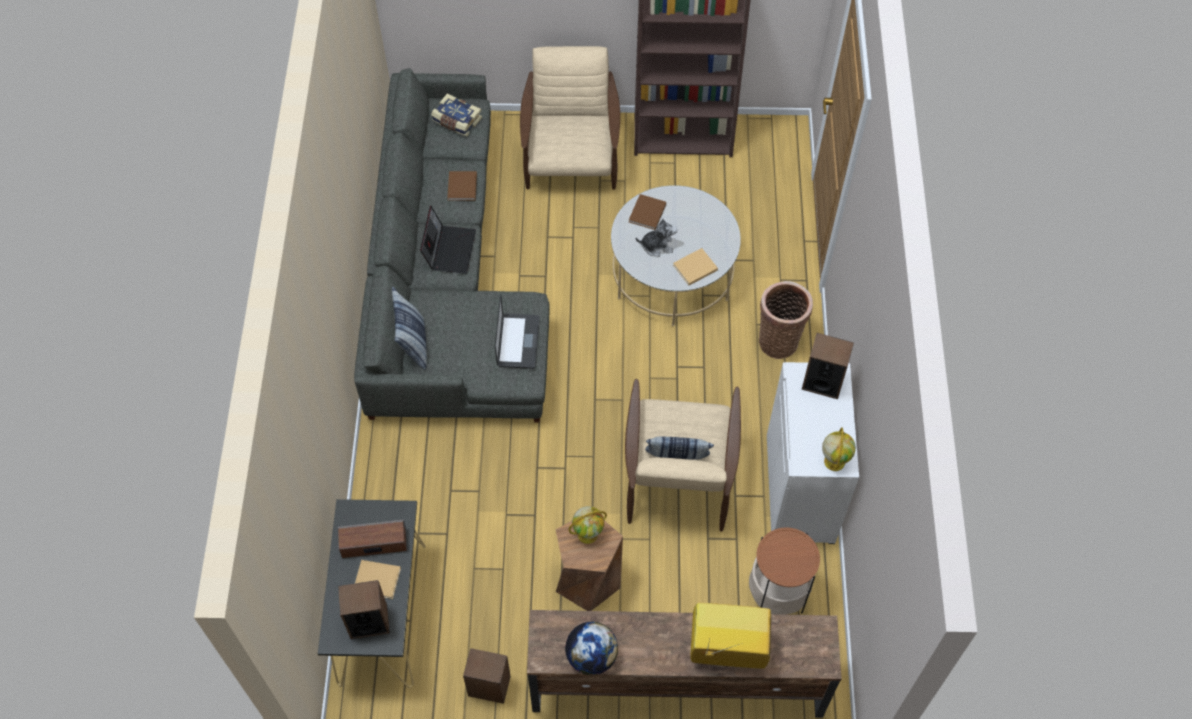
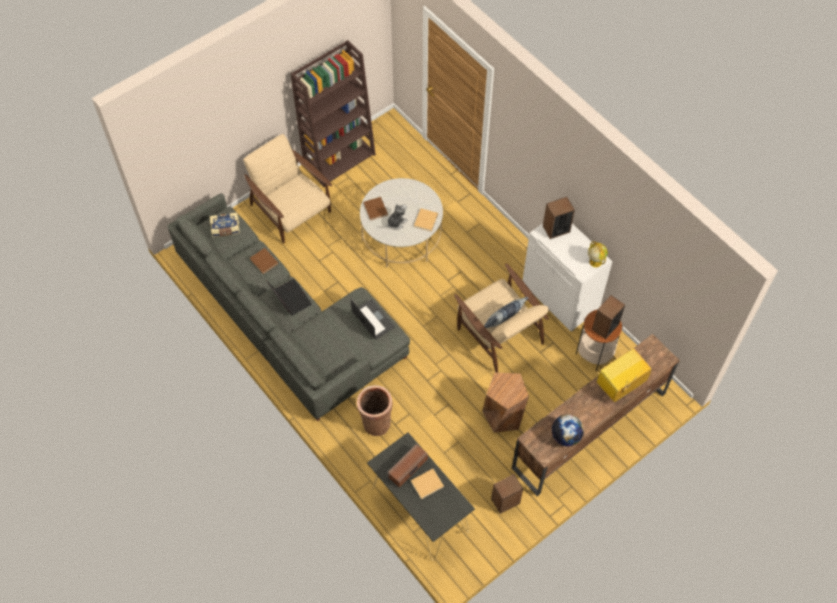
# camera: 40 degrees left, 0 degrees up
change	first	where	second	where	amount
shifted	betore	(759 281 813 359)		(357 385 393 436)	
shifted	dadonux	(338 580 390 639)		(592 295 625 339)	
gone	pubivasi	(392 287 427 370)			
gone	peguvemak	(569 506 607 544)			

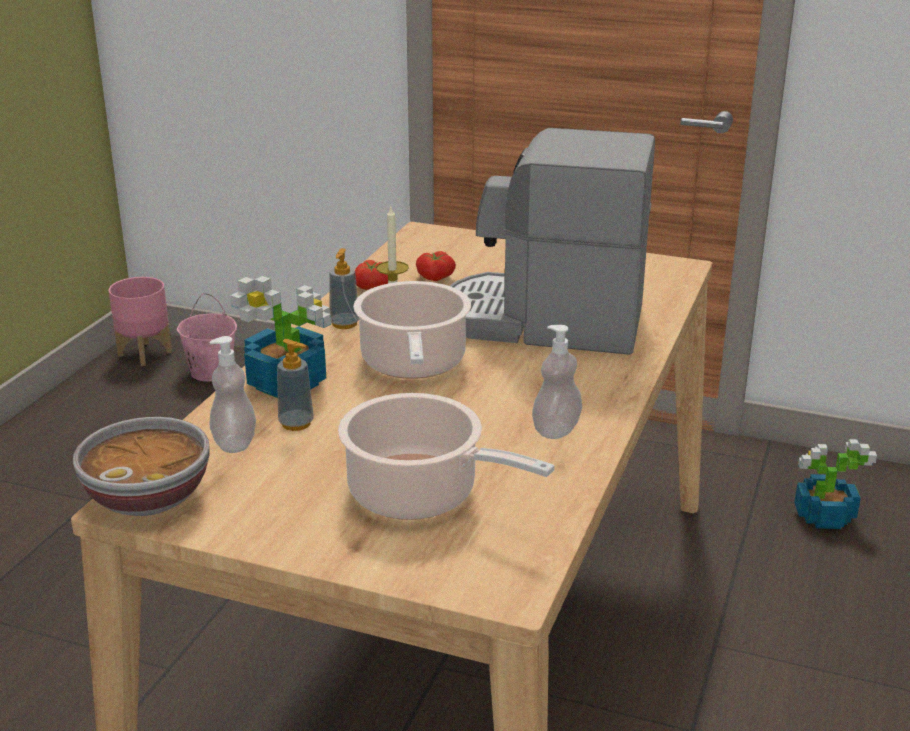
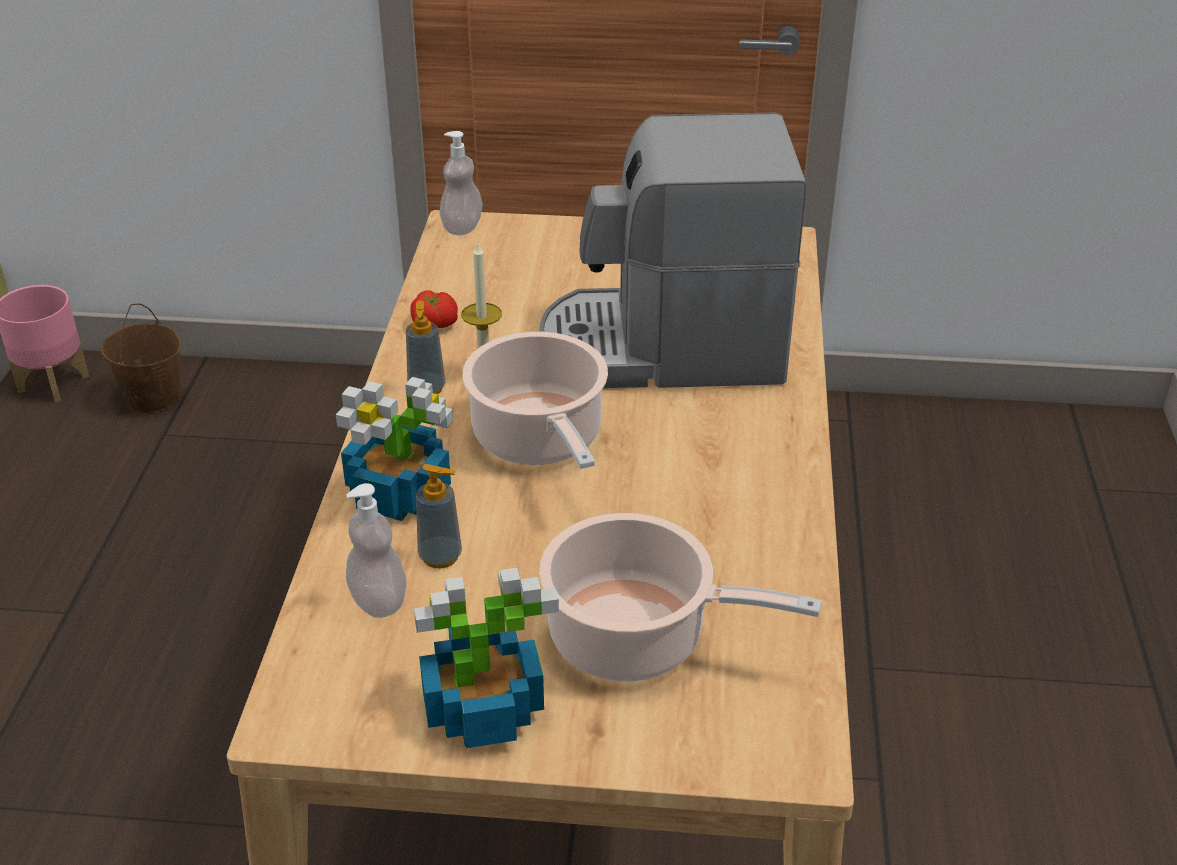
# camera: 15 degrees left, 10 degrees up
change	first	where	second	where	amount
repainted	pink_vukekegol	(177 293 237 382)	brown_vukekegol	(101 303 181 413)	
shifted	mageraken	(794 439 877 529)		(414 568 559 748)	
shifted	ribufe	(532 325 582 439)		(439 131 483 235)	
gone	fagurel	(73 417 209 516)			
gone	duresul	(416 251 456 281)			

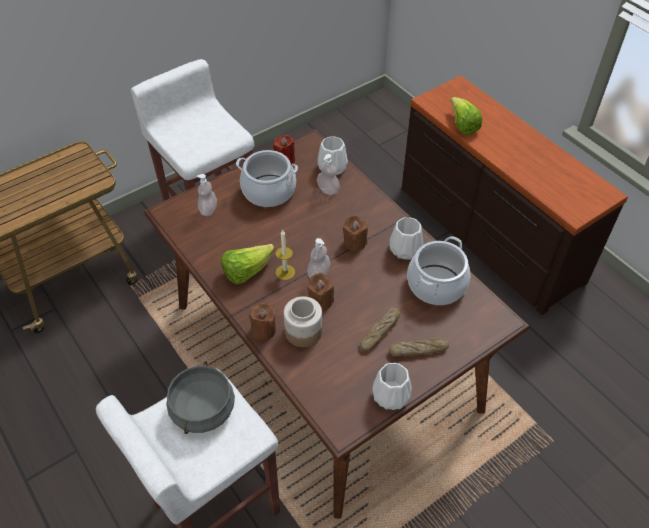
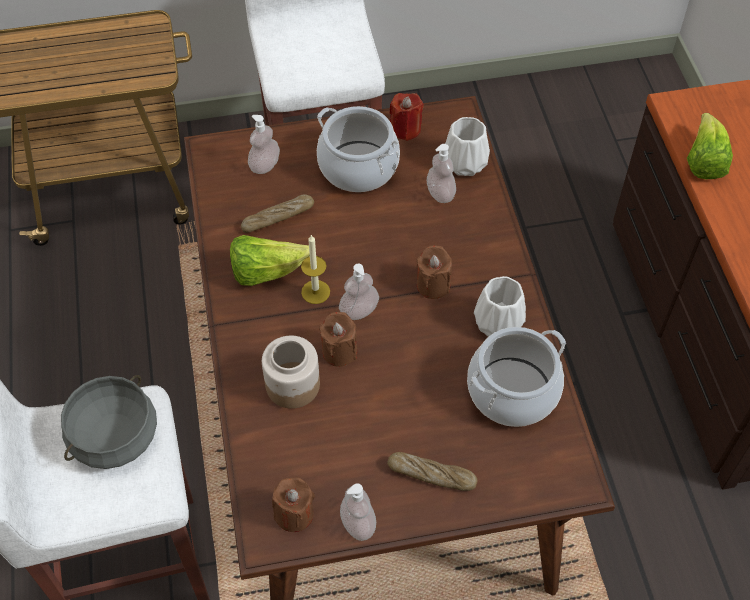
# camera: 25 degrees right, 5 degrees up
change	first	where	second	where	amount
shifted	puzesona	(360 308 400 352)		(241 194 314 233)	
shifted	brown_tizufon	(249 303 276 341)		(272 477 315 532)	
swapped	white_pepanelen	(372 363 412 410)	ribufe	(340 483 376 541)	

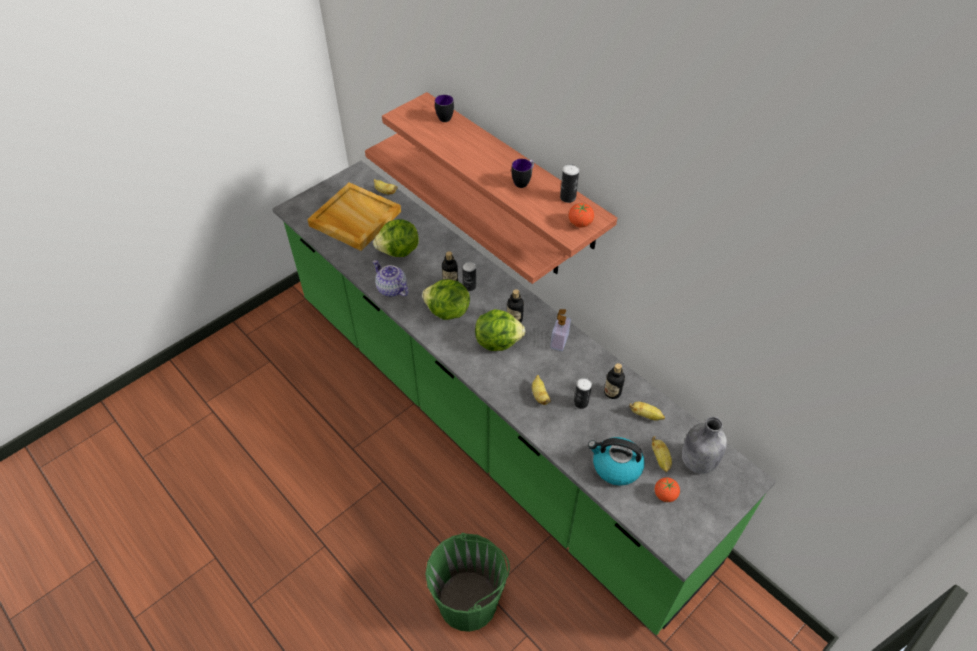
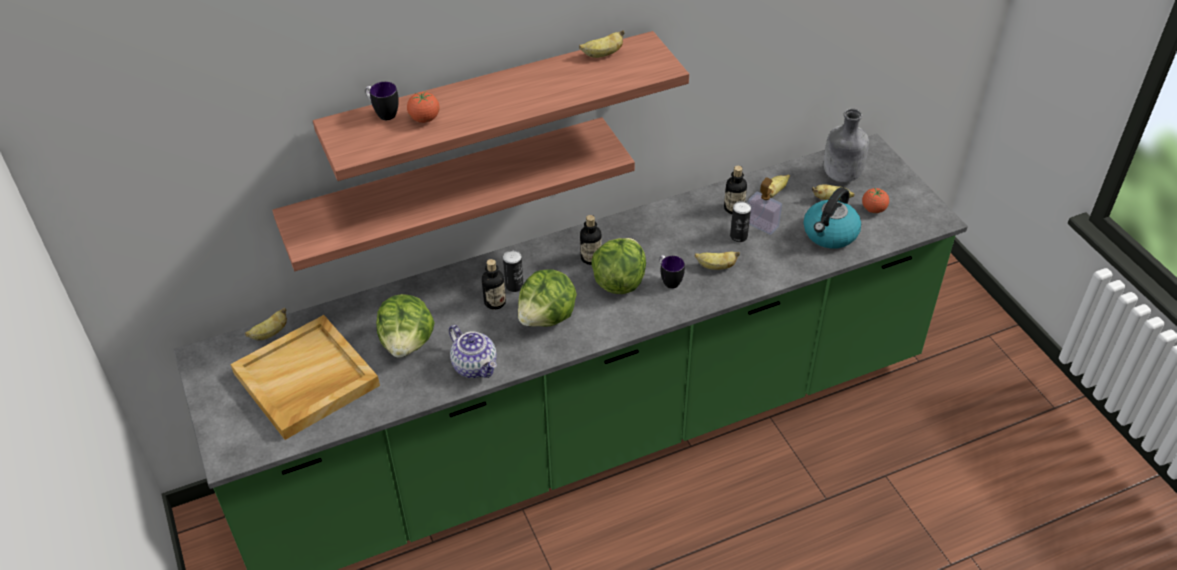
# camera: 70 degrees left, 5 degrees down
change	first	where	second	where	amount
shifted	duresul	(569 203 594 228)		(407 91 439 123)	
rotated	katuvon	(373 260 409 297)		(449 325 497 378)	105 degrees counterclockwise
swapped	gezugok	(560 164 579 203)	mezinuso	(579 30 624 58)	
shifted	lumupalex	(511 159 534 188)		(659 255 685 289)	
shifted	ribufe	(550 309 571 351)		(748 177 782 235)	
gone	green_vukekegol	(425 533 510 632)			

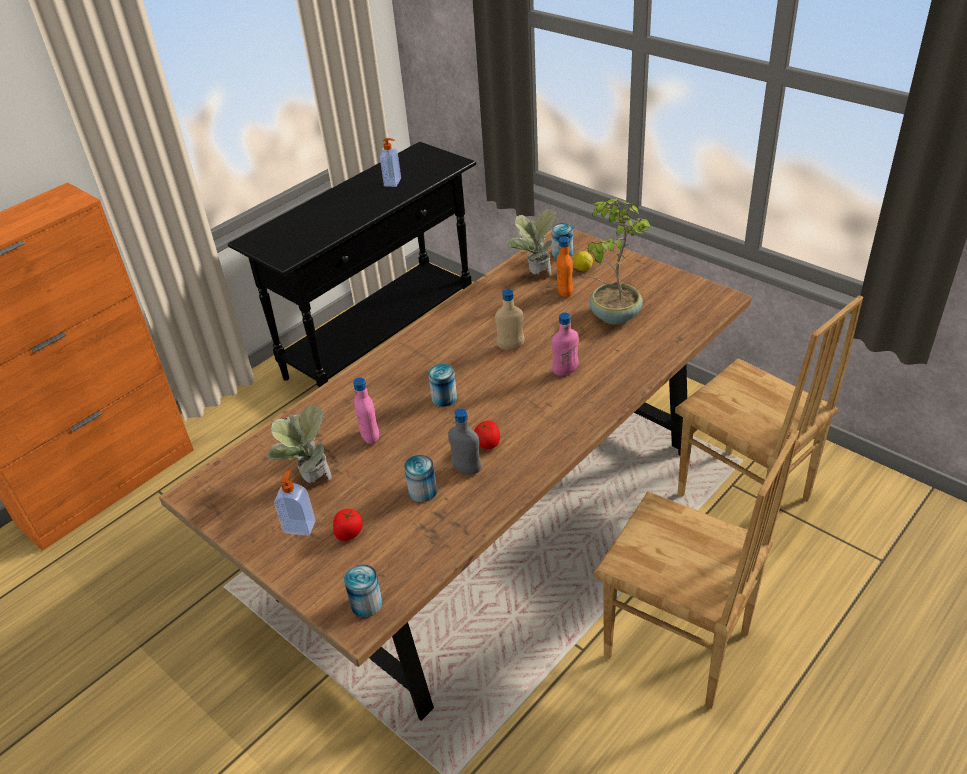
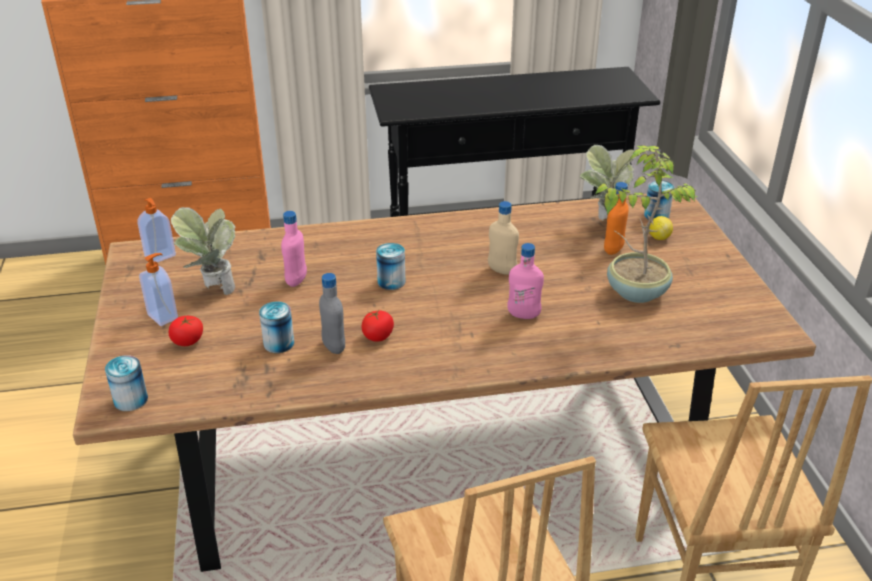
# camera: 35 degrees right, 5 degrees down
change	first	where	second	where	amount
shifted	ribufe	(380 138 401 187)		(137 198 176 262)	

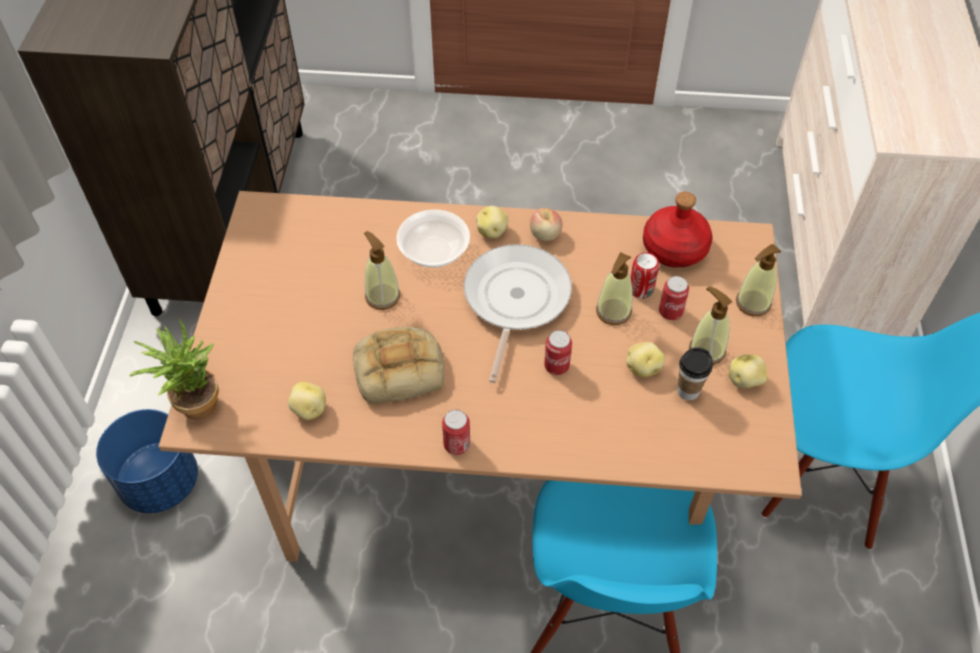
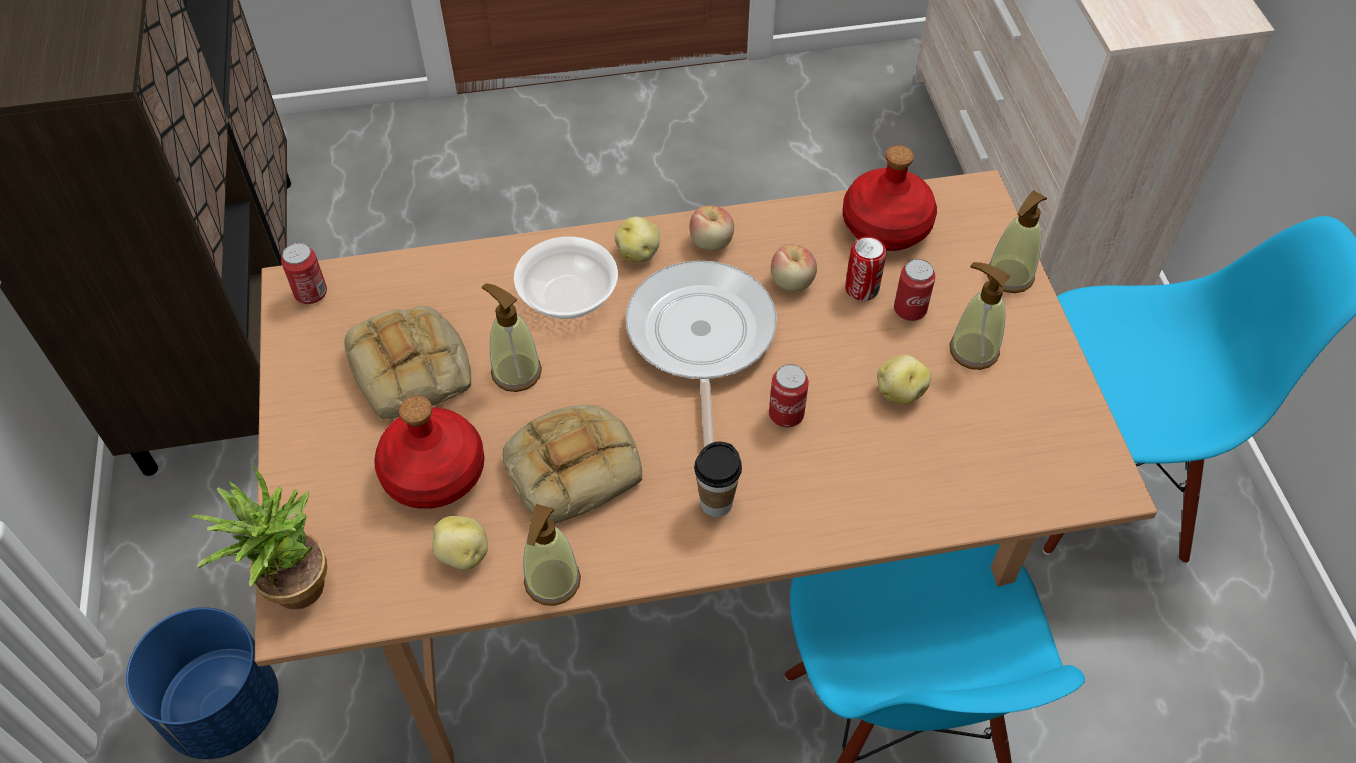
# camera: 15 degrees left, 0 degrees up
change	first	where	second	where	amount
shifted	gezugok	(442 410 470 455)		(281 243 327 304)	
new			puzesona	(345 306 471 419)	
new			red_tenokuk	(374 396 485 509)	
shifted	ribufe	(596 252 633 325)		(523 504 581 606)	
shifted	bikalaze	(677 347 713 400)		(694 441 742 517)	
new			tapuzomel	(771 244 817 291)	
gone	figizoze	(729 354 767 388)			

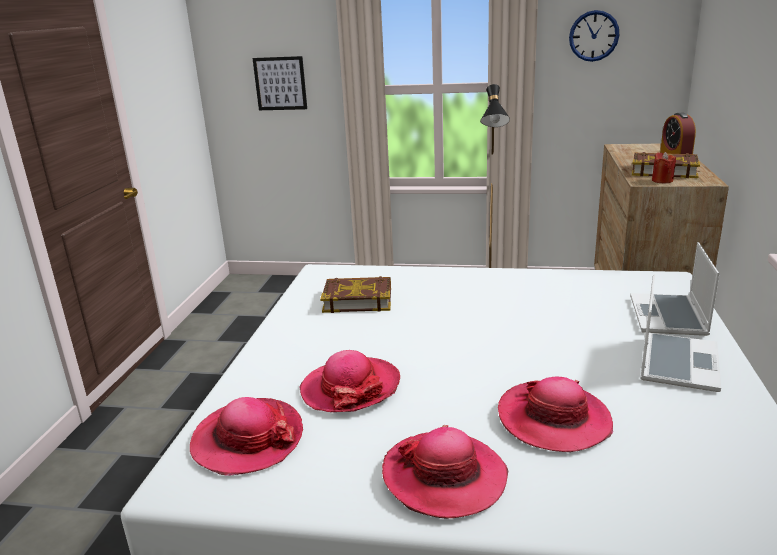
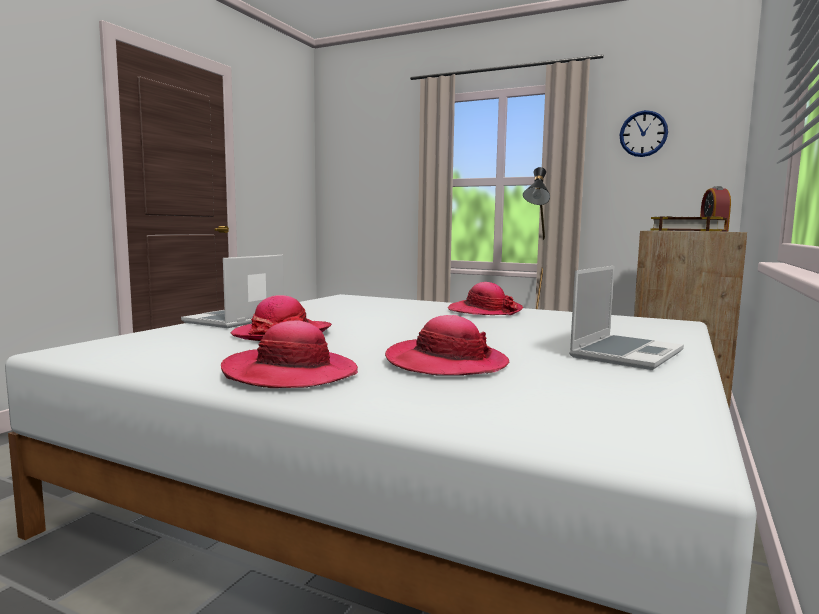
# camera: 15 degrees right, 15 degrees down
change	first	where	second	where	amount
shifted	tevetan	(630 242 719 336)		(181 255 284 328)	
shifted	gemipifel	(190 397 303 476)		(448 282 523 315)	
gone	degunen	(252 56 307 110)			
gone	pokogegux	(320 276 391 313)			
gone	red_tizufon	(652 152 676 183)			

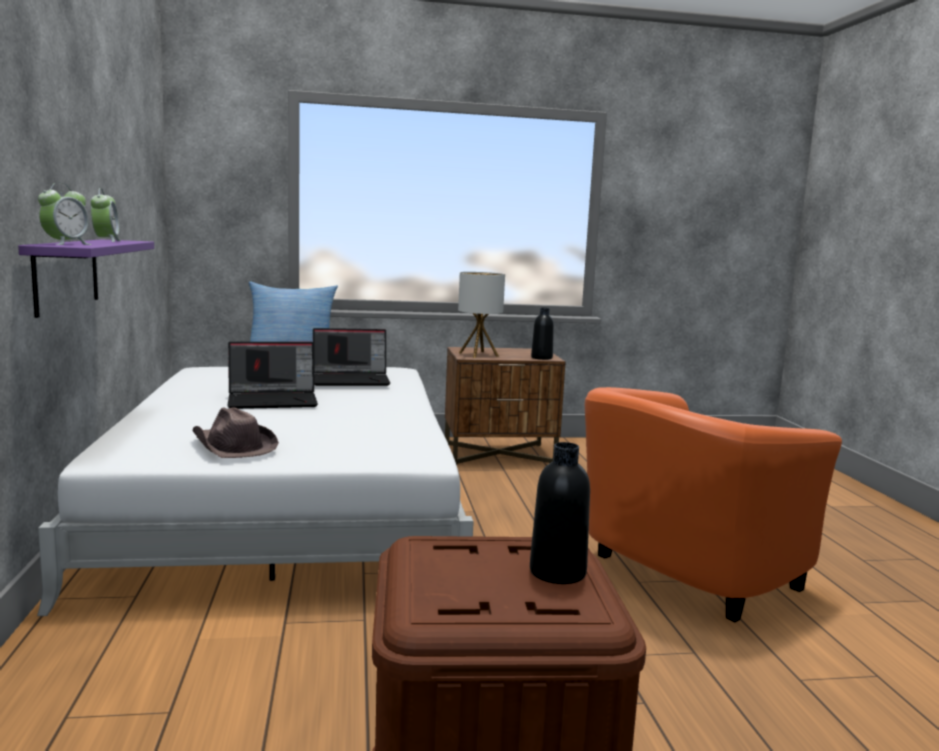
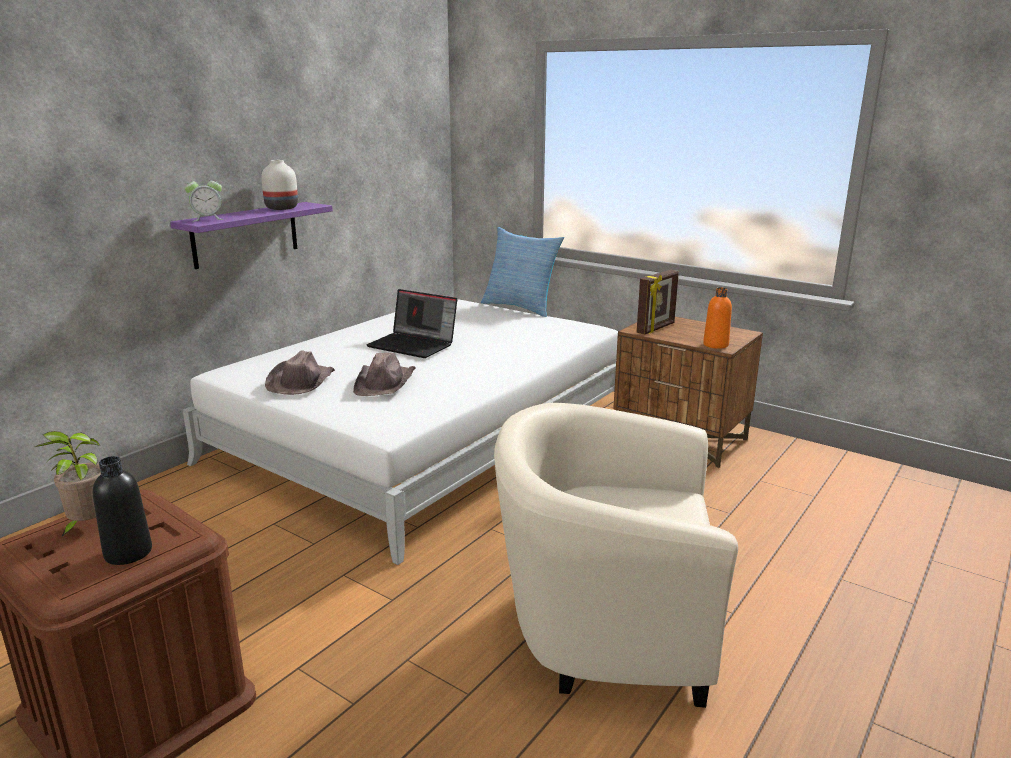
# camera: 45 degrees right, 10 degrees up
change	first	where	second	where	amount
new			mageraken	(35 431 101 537)	
swapped	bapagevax	(91 188 120 242)	white_pepanelen	(261 160 298 210)	
new			brown_gemipifel	(353 353 416 396)	
repainted	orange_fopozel	(585 387 842 623)	beige_fopozel	(494 403 738 708)	
swapped	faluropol	(458 272 505 358)	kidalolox	(637 269 679 335)	
repainted	black_tenokuk	(531 308 554 360)	orange_tenokuk	(703 288 732 349)	
gone	tevetan	(313 328 390 386)			

